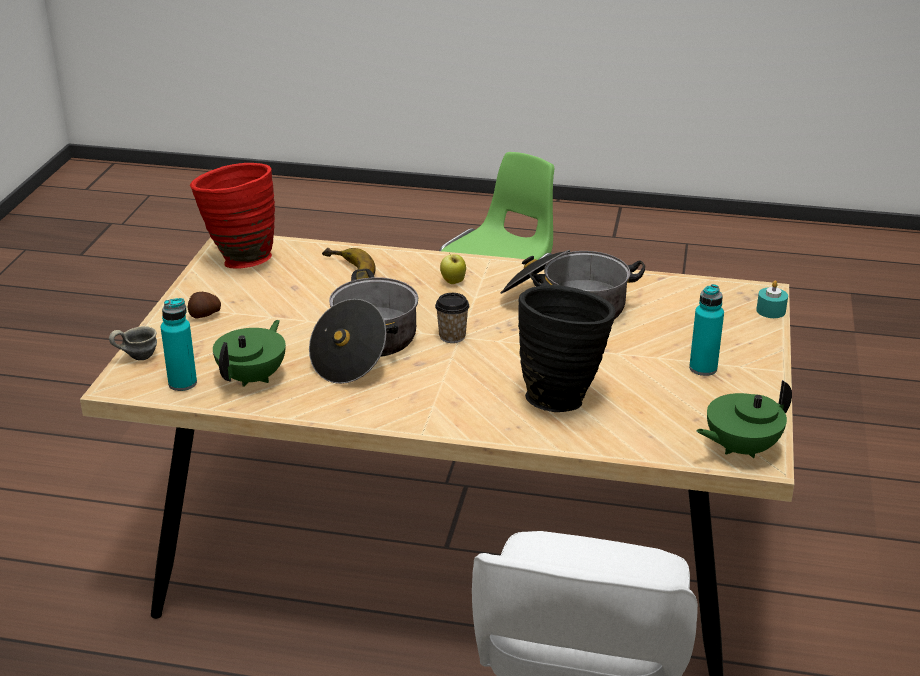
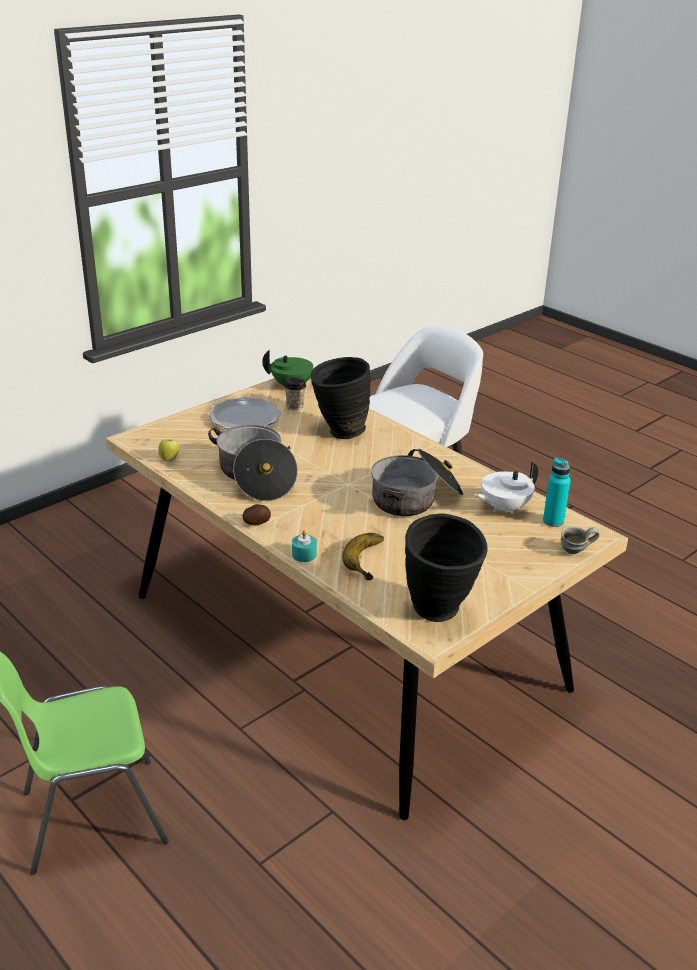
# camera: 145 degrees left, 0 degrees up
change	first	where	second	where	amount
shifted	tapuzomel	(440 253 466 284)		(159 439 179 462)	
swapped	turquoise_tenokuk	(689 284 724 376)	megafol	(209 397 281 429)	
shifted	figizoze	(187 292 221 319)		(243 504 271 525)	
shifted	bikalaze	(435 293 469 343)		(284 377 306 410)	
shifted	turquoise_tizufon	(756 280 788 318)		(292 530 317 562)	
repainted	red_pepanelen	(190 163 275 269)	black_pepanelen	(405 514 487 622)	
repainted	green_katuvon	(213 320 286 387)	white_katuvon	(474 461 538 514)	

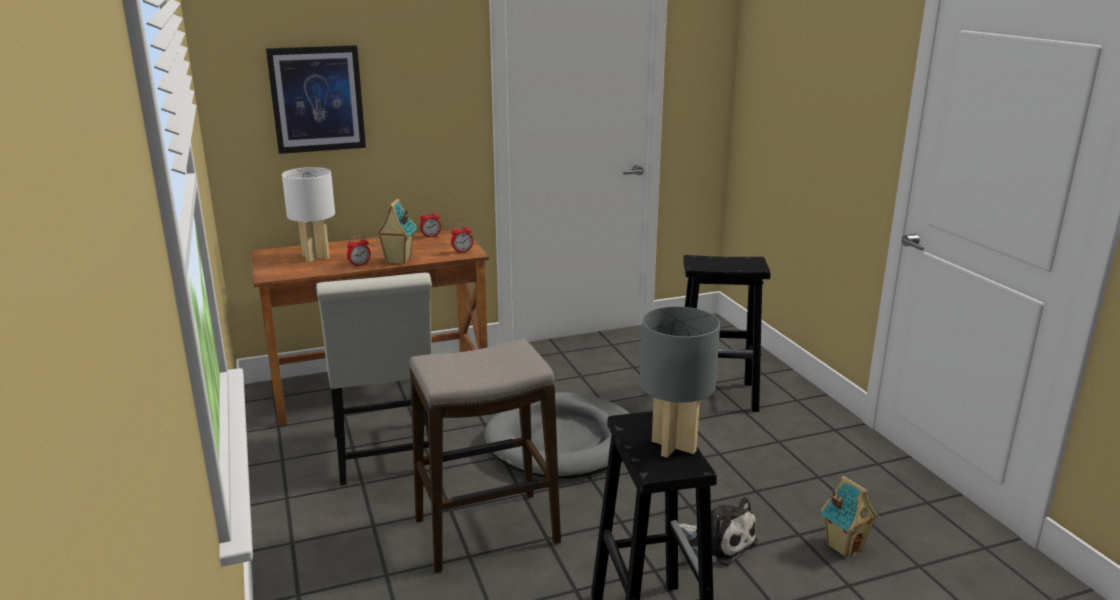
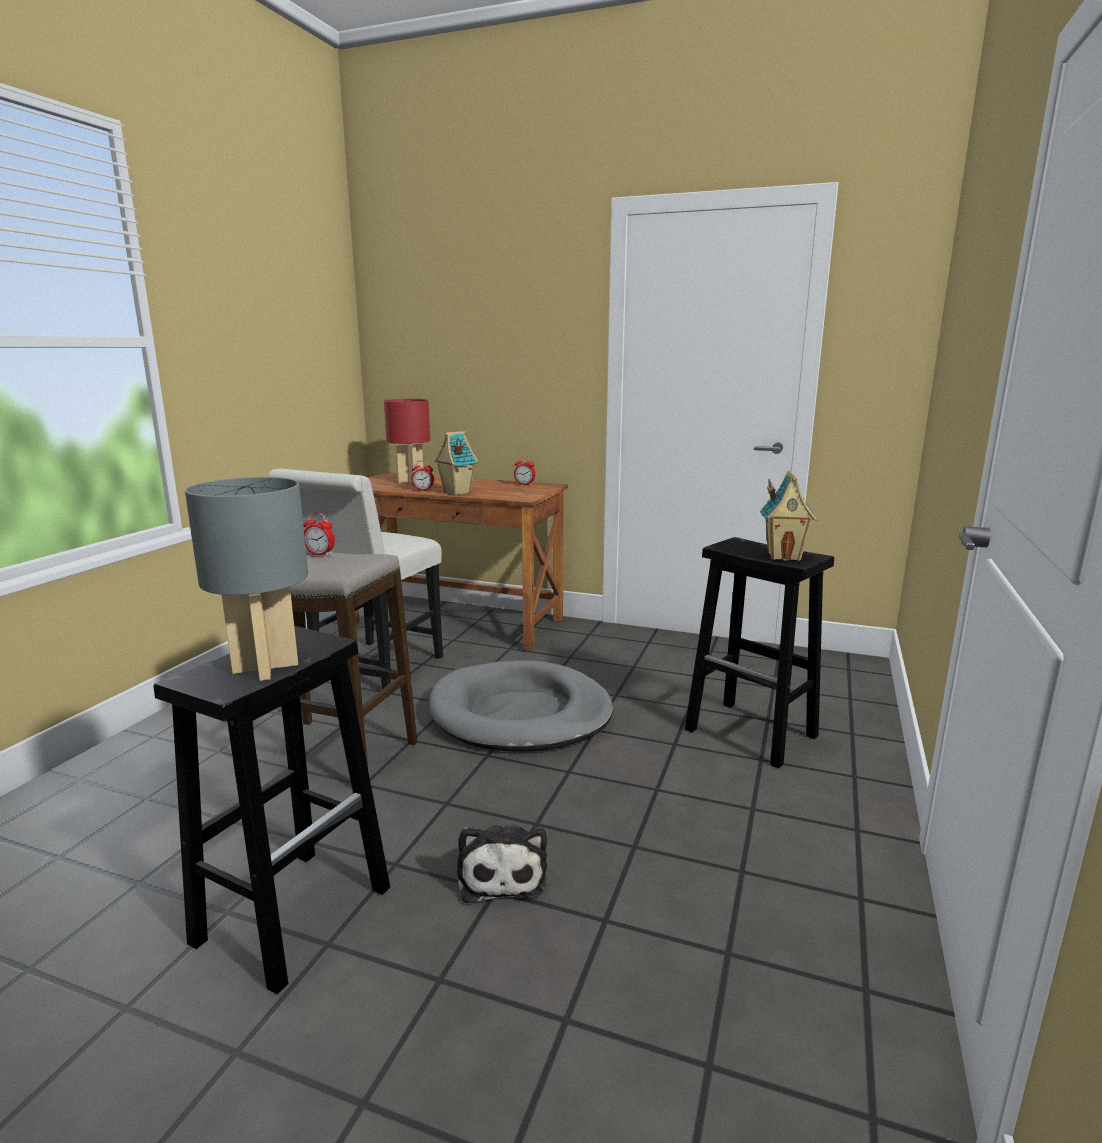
# camera: 40 degrees right, 5 degrees down
change	first	where	second	where	amount
shifted	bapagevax	(451 223 473 254)		(303 513 335 556)	
repainted	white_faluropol	(282 167 335 262)	red_faluropol	(384 399 430 483)	
shifted	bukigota	(820 476 879 558)		(760 470 817 561)	
gone	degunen	(266 45 366 154)			

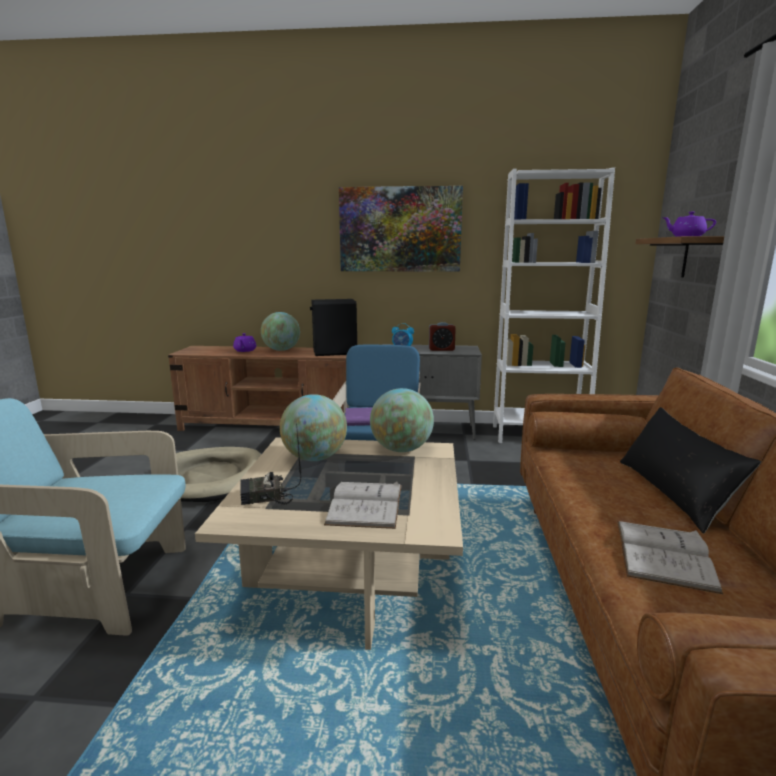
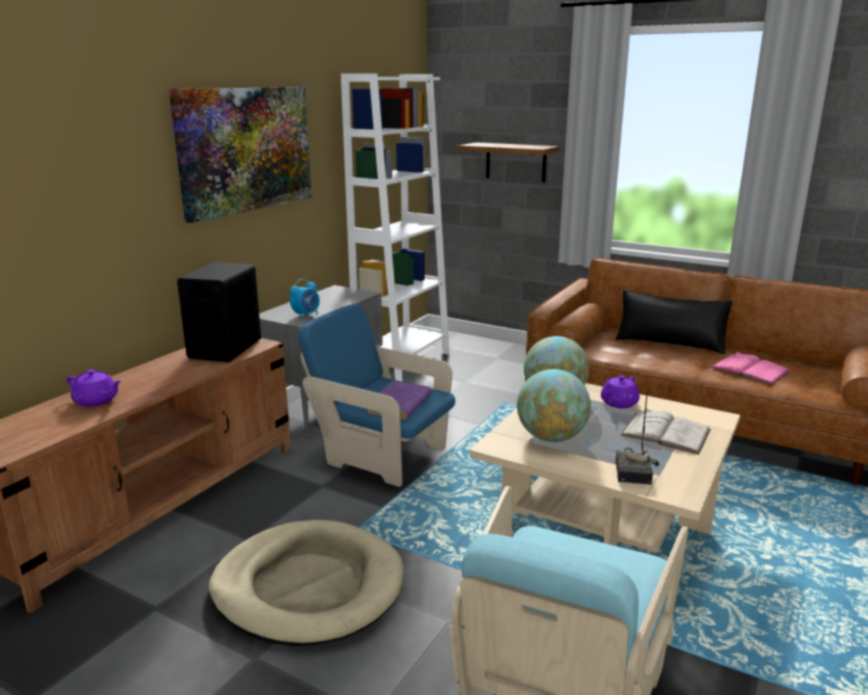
# camera: 65 degrees left, 5 degrees up
change	first	where	second	where	amount
shifted	purple_katuvon	(662 212 716 237)		(601 375 640 408)	
repainted	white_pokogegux	(617 521 723 594)	pink_pokogegux	(710 352 790 385)	
gone	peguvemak	(261 312 300 351)			
gone	bapagevax	(429 322 456 351)			

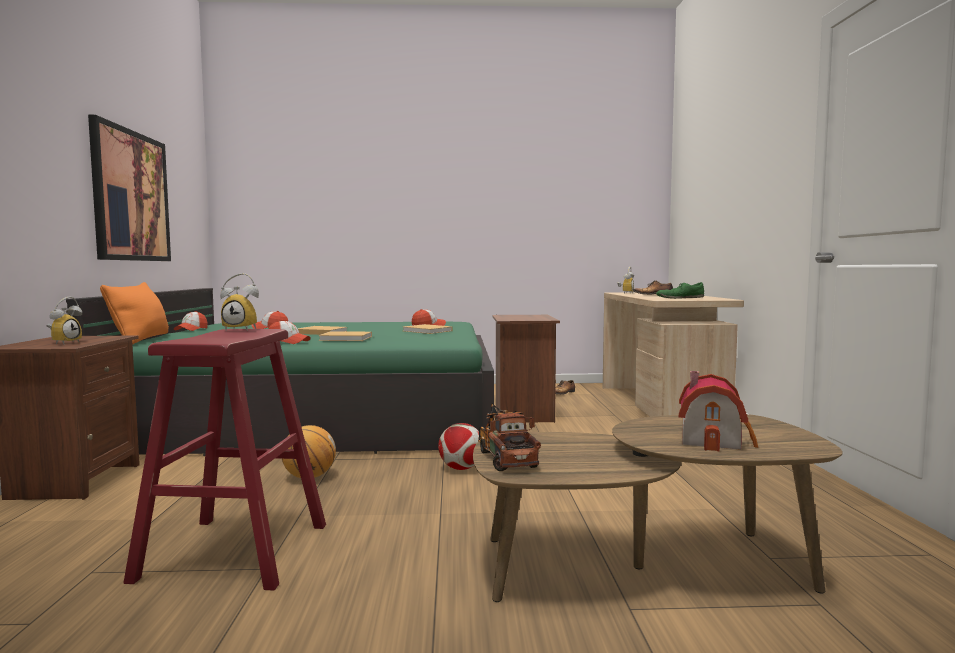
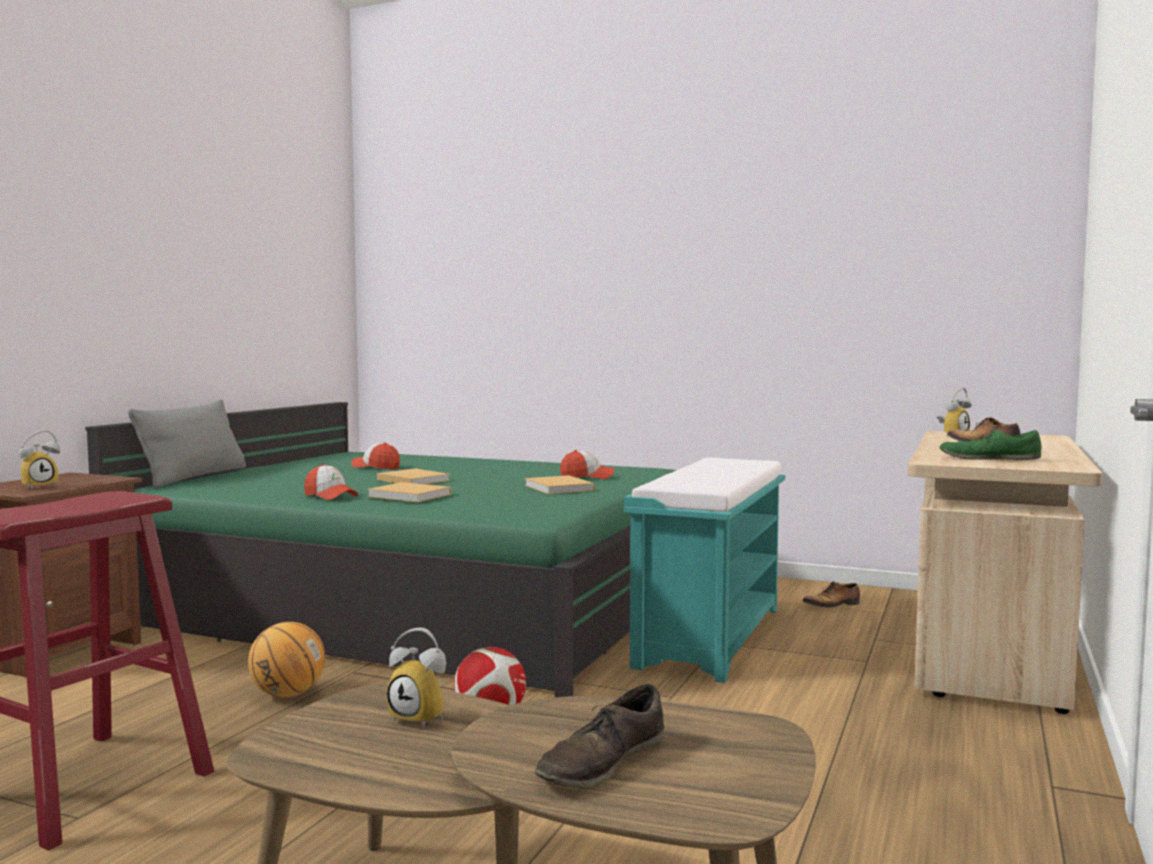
# camera: 25 degrees right, 0 degrees up
change	first	where	second	where	amount
repainted	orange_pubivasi	(100 282 169 345)	grey_pubivasi	(128 400 246 488)	
shifted	bapagevax	(220 273 259 331)		(387 627 446 728)	
swapped	bukigota	(679 371 758 452)	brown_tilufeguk	(535 684 664 789)	
swapped	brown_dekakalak	(492 315 560 423)	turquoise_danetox	(624 458 785 683)	
gone	degunen	(88 115 171 261)			
gone	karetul	(174 311 208 331)			
gone	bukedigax	(478 403 541 471)			

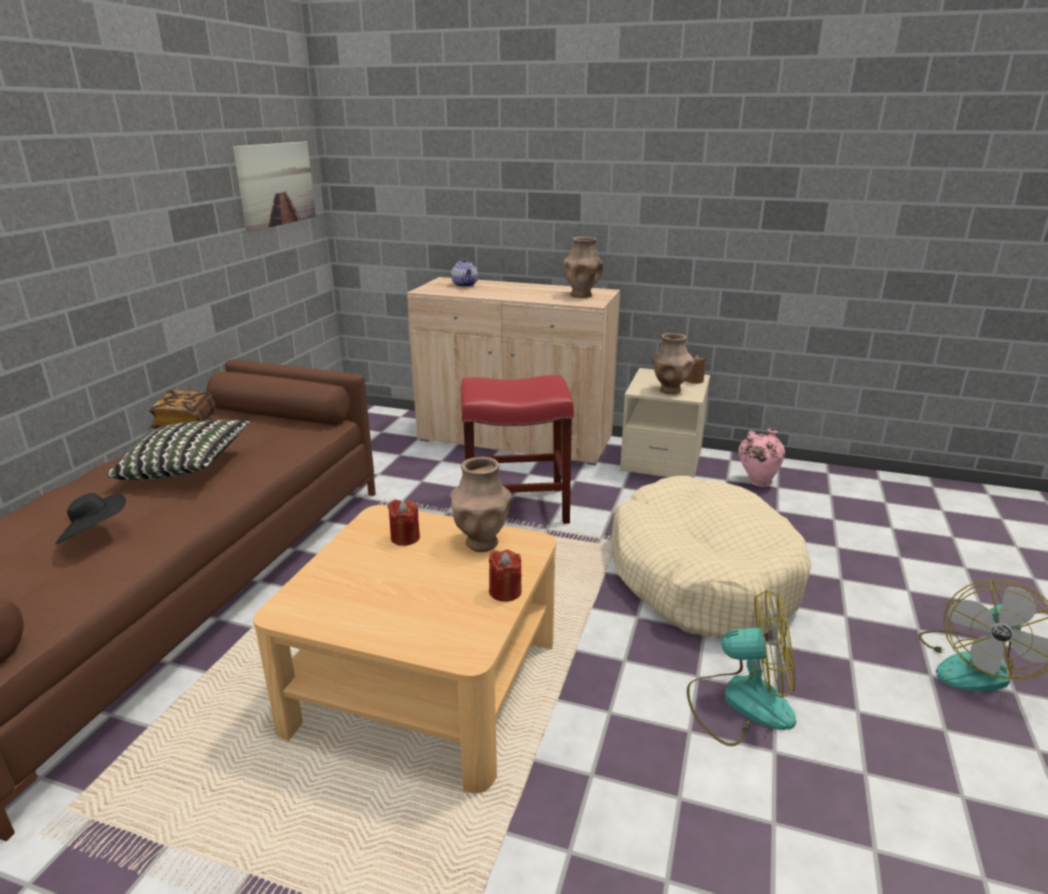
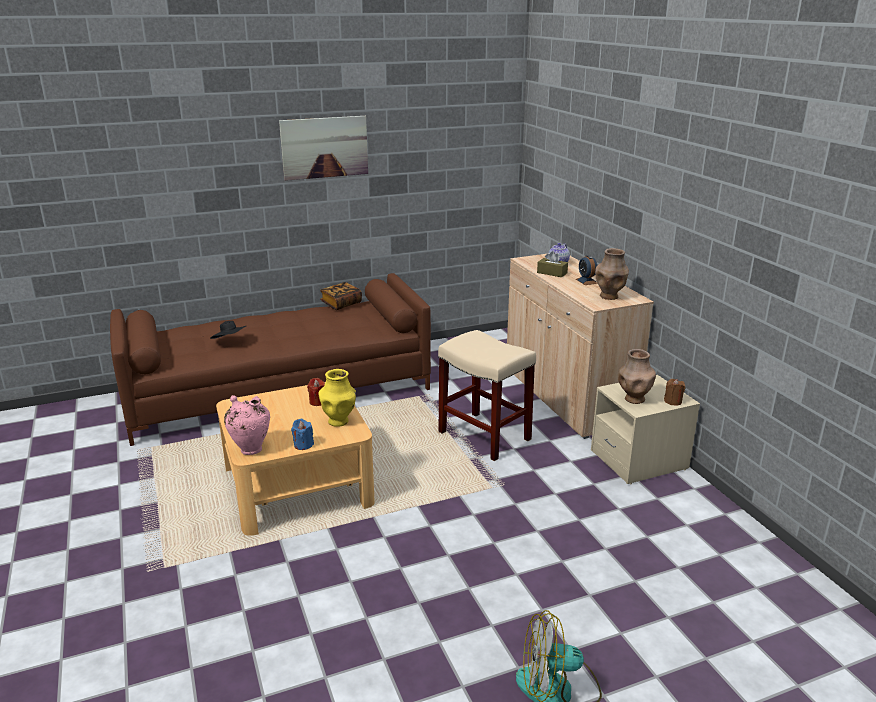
# camera: 50 degrees right, 0 degrees up
change	first	where	second	where	amount
shifted	pink_pepanelen	(738 428 785 487)		(224 395 270 455)	
shifted	degunen	(233 142 316 232)		(279 116 368 181)	
repainted	red_tizufon	(489 550 522 602)	blue_tizufon	(291 419 314 450)	
repainted	brown_pepanelen	(450 457 512 552)	yellow_pepanelen	(318 369 356 427)	
repainted	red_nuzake	(461 375 574 524)	beige_nuzake	(438 330 536 461)	
new			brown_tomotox	(537 251 568 277)	
new			bapagevax	(576 255 598 285)	
gone	pubivasi	(107 420 250 480)			
gone	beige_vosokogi	(611 476 811 639)			
gone	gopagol	(687 589 796 746)			

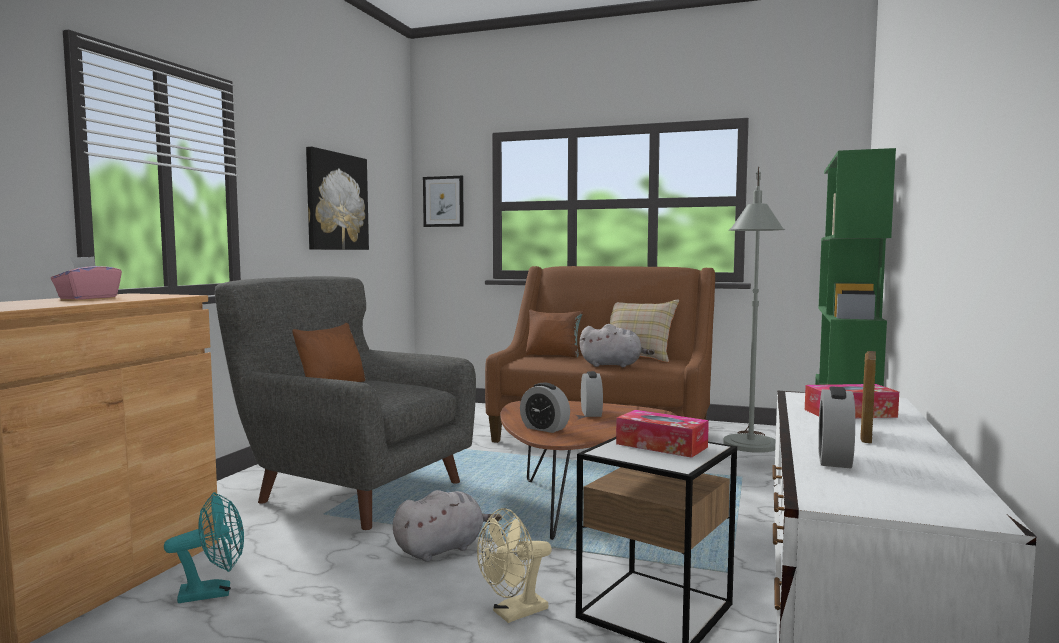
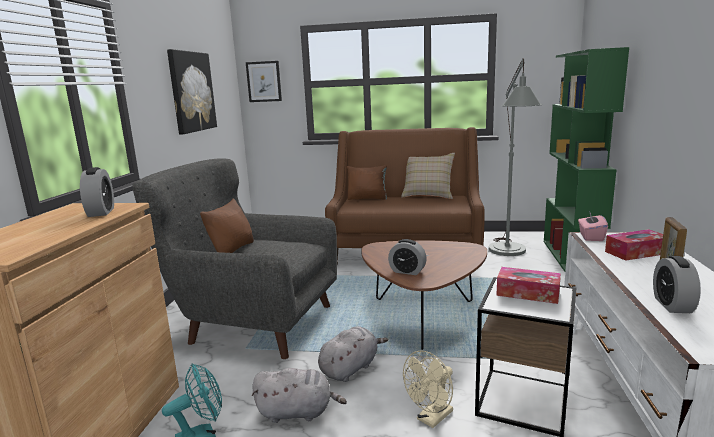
# camera: 10 degrees left, 10 degrees up
change	first	where	second	where	amount
shifted	bapagevax	(581 371 603 417)		(80 167 114 217)	
shifted	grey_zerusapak	(580 324 655 367)		(251 368 347 423)	
shifted	pink_tomotox	(51 257 122 299)		(578 211 608 241)	

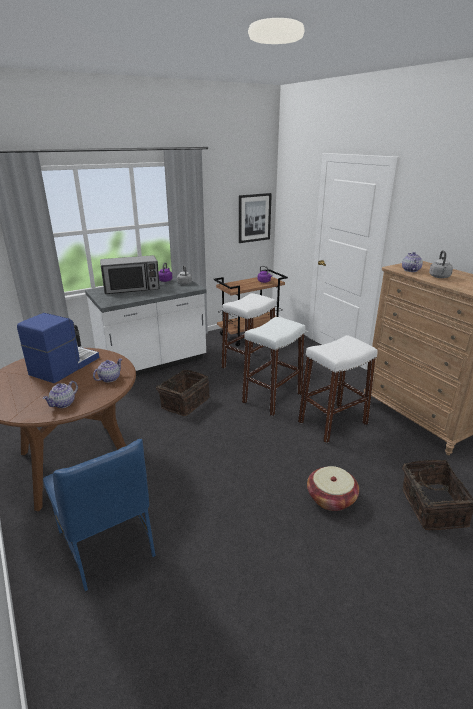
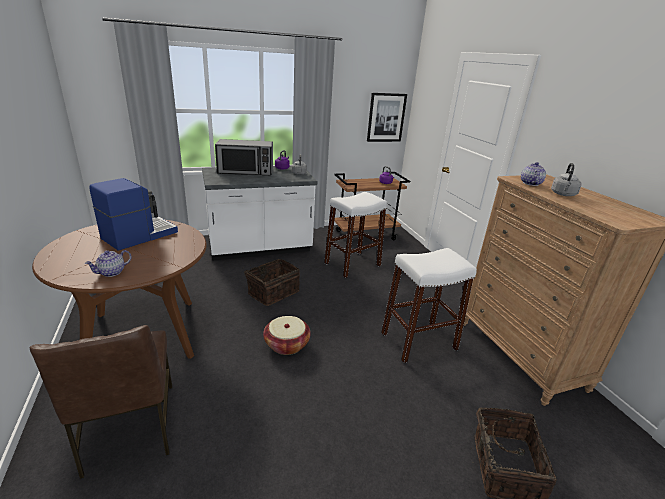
# camera: 10 degrees right, 0 degrees up
change	first	where	second	where	amount
repainted	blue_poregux	(43 439 156 592)	brown_poregux	(29 325 172 479)	
shifted	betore	(307 466 359 511)		(263 316 311 355)	
gone	katuvon	(93 358 122 382)			
gone	white_nuzake	(242 317 306 416)			

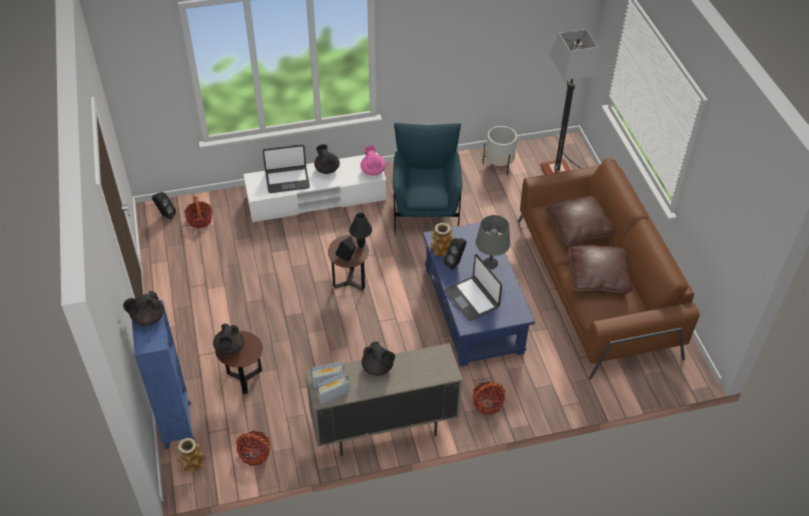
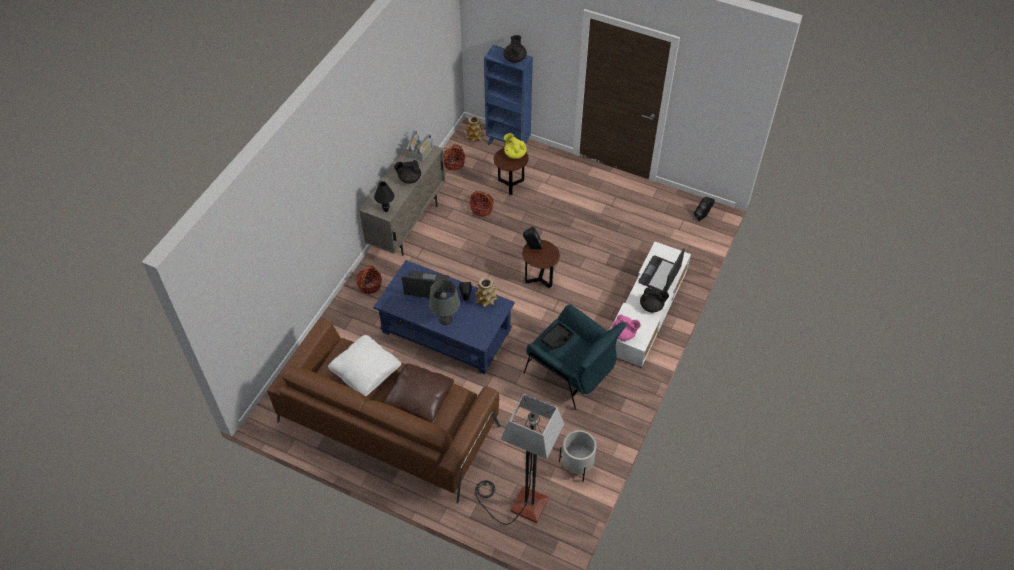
# camera: 130 degrees right, 5 degrees up
change	first	where	second	where	amount
repainted	brown_pubivasi	(569 245 632 294)	white_pubivasi	(328 335 401 396)	
shifted	black_faluropol	(349 213 372 248)		(374 181 394 212)	
shifted	betore	(184 196 212 229)		(470 191 494 217)	
repainted	black_katuvon	(213 323 244 355)	yellow_katuvon	(504 133 527 159)	
new			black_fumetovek	(540 322 574 350)	

